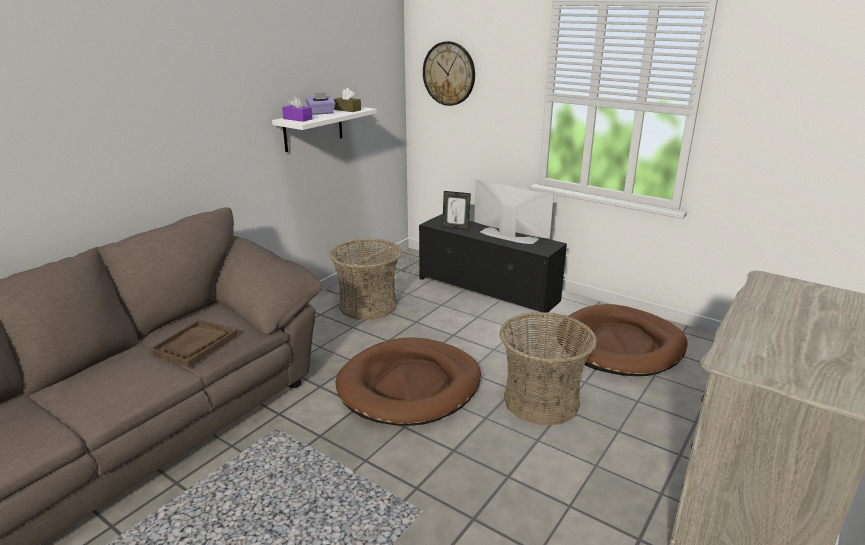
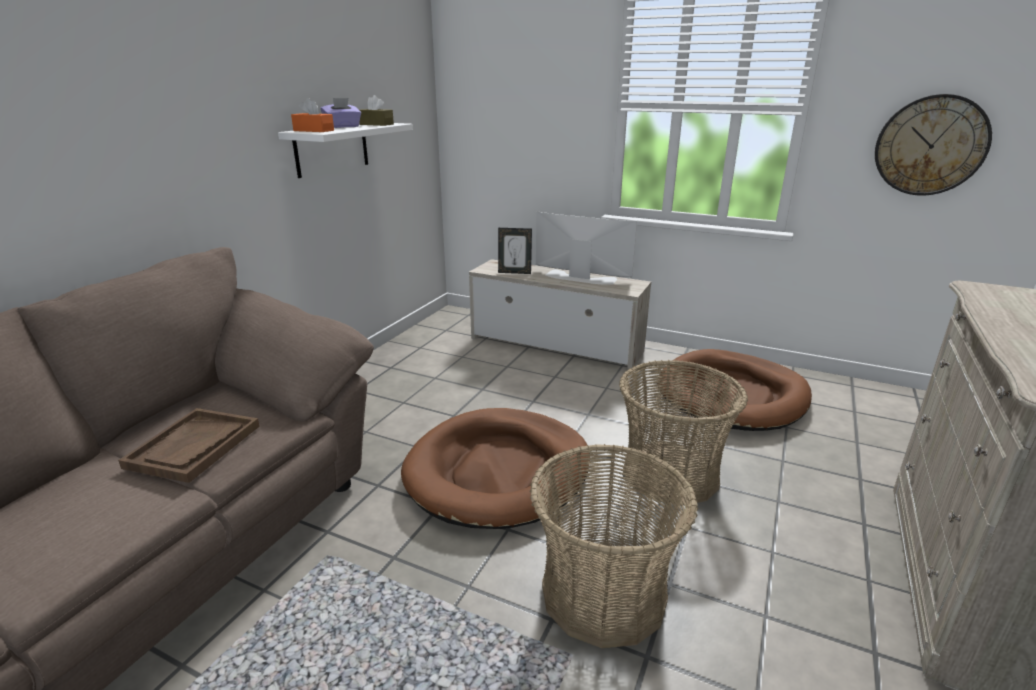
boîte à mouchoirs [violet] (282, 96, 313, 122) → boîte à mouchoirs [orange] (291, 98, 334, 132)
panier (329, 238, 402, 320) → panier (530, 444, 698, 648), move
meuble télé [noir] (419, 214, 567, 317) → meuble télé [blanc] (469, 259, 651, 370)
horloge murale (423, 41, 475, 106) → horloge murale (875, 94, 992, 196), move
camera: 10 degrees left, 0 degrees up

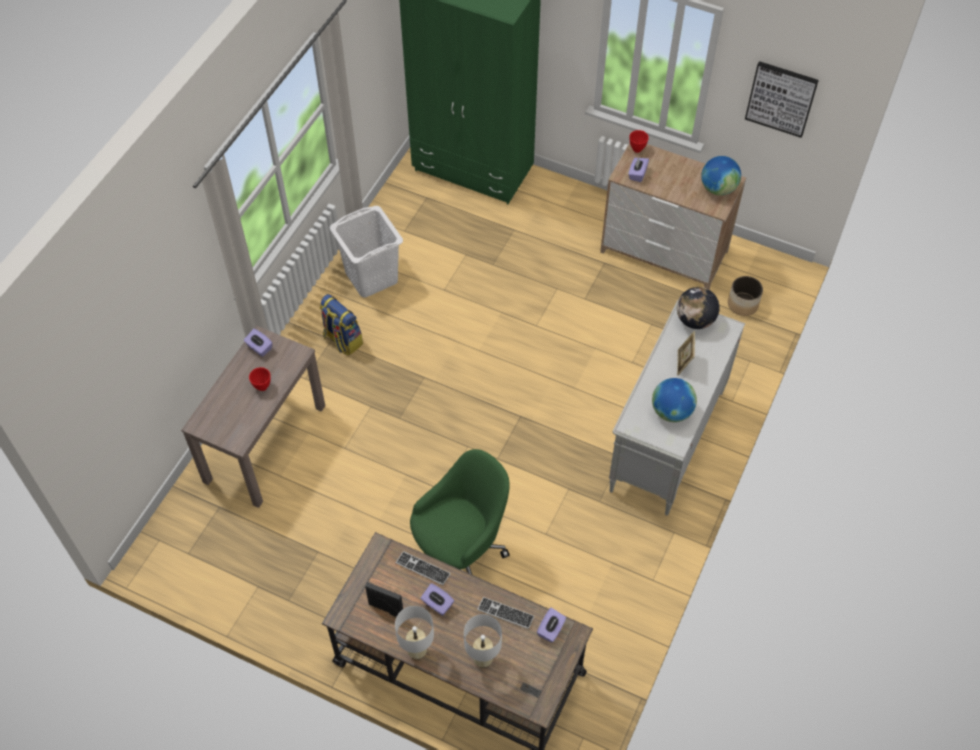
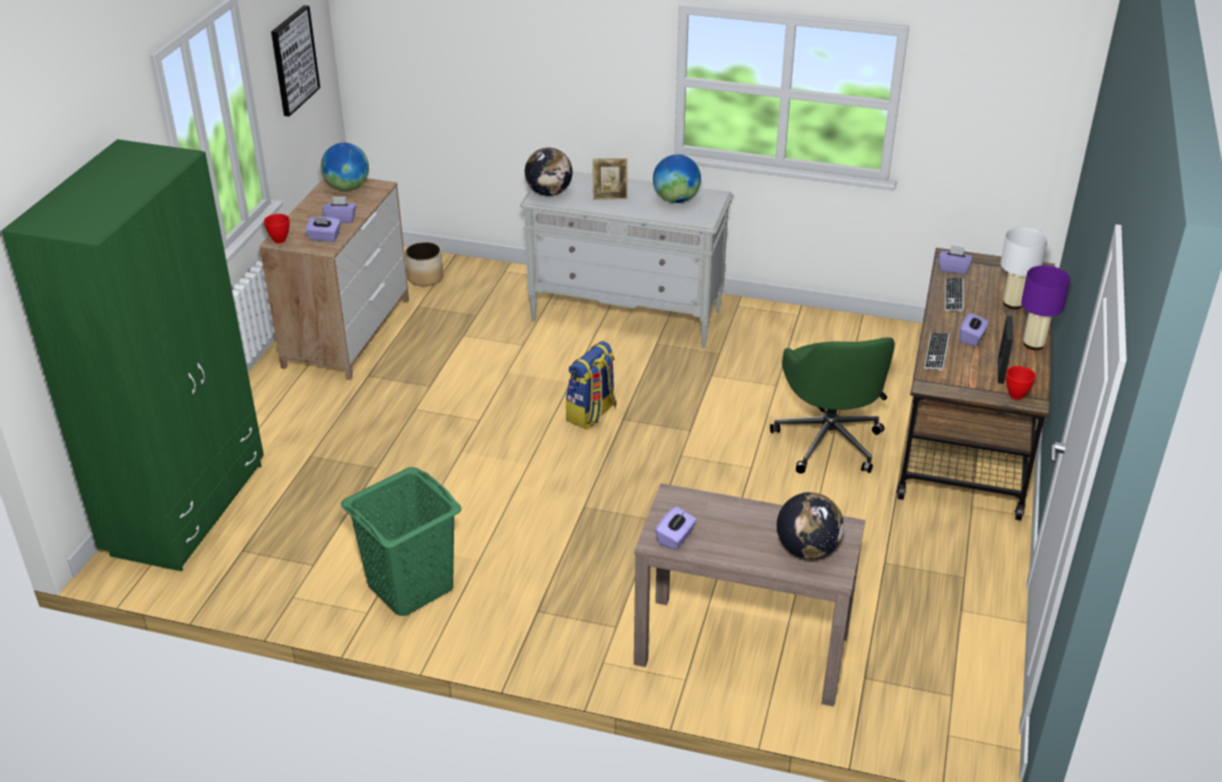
bol [rouge] (249, 367, 271, 391) → bol [rouge] (1006, 366, 1036, 400), move
sac à dos (320, 294, 363, 355) → sac à dos (566, 341, 617, 430), move
panier à linge [blanc] (330, 206, 403, 298) → panier à linge [vert] (341, 467, 462, 616)
lampe de table [blanc] (395, 606, 434, 660) → lampe de table [violet] (1021, 265, 1071, 350)
chaise de bureau [vert] (410, 449, 510, 575) → chaise de bureau [vert] (770, 337, 895, 474), 135 degrees counterclockwise
- → boîte à mouchoirs [violet] (322, 196, 357, 223)
- → globe (777, 492, 844, 559)
camera: 100 degrees left, 20 degrees down

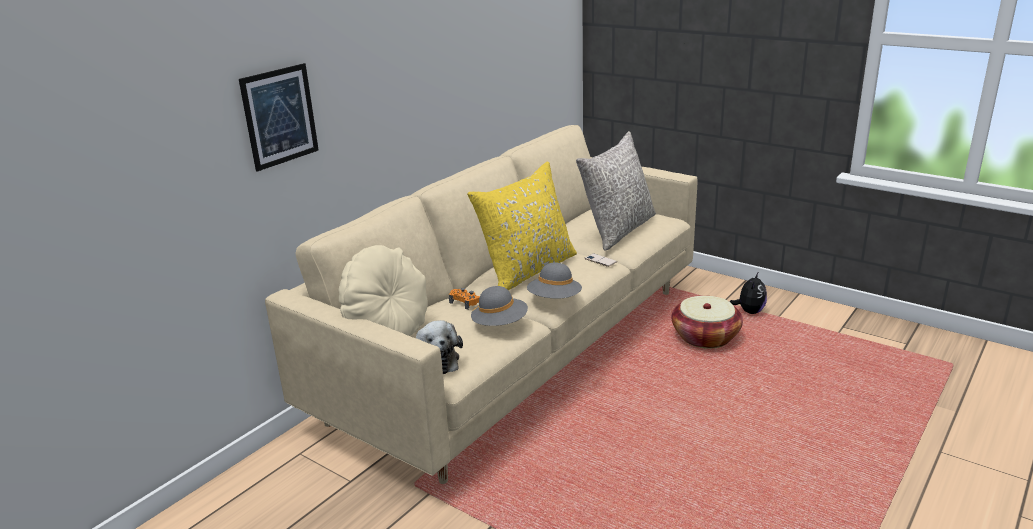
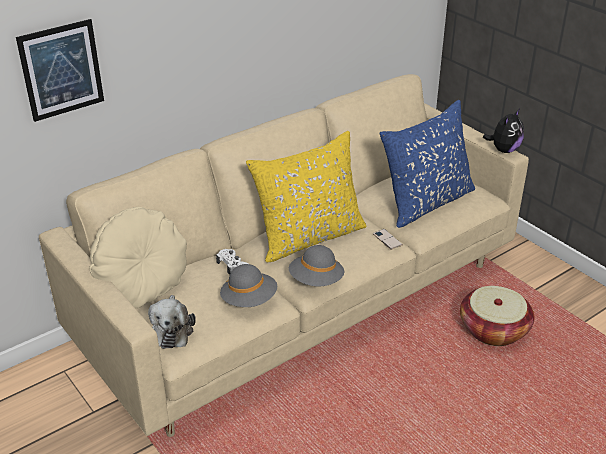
manette [orange] (449, 288, 480, 310) → manette [blanc] (216, 249, 248, 275)
coussin [gris] (576, 131, 656, 250) → coussin [bleu] (379, 100, 475, 228)
peluche (730, 273, 767, 314) → peluche (483, 108, 524, 153), move
camera: 15 degrees right, 10 degrees up

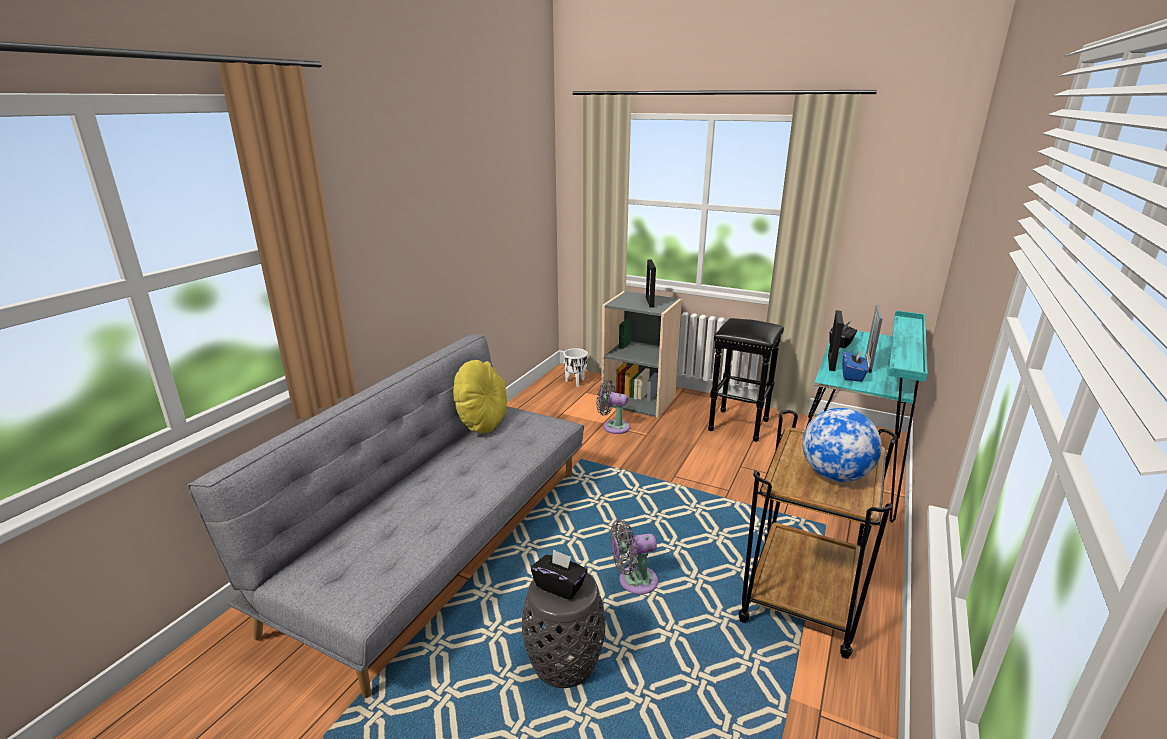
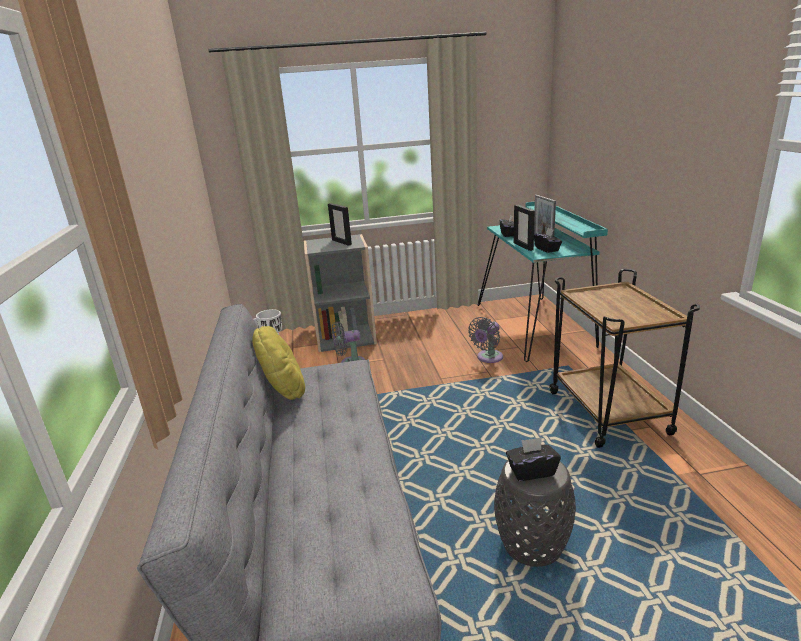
ventilateur [gris] (610, 519, 658, 594) → ventilateur [gris] (468, 317, 503, 363), move
tabouret [noir] (708, 318, 784, 442) → -
globe (802, 408, 882, 482) → -
boîte à mouchoirs [bleu] (842, 350, 868, 382) → boîte à mouchoirs [noir] (534, 228, 562, 253)
camera: 35 degrees left, 0 degrees up

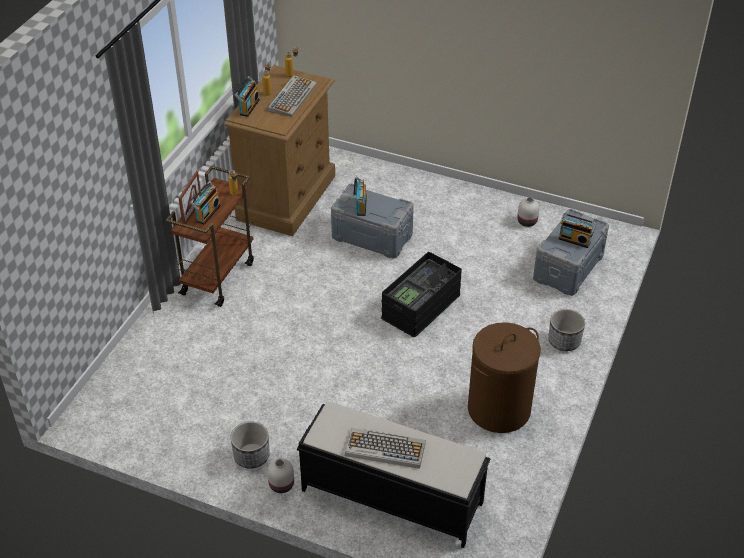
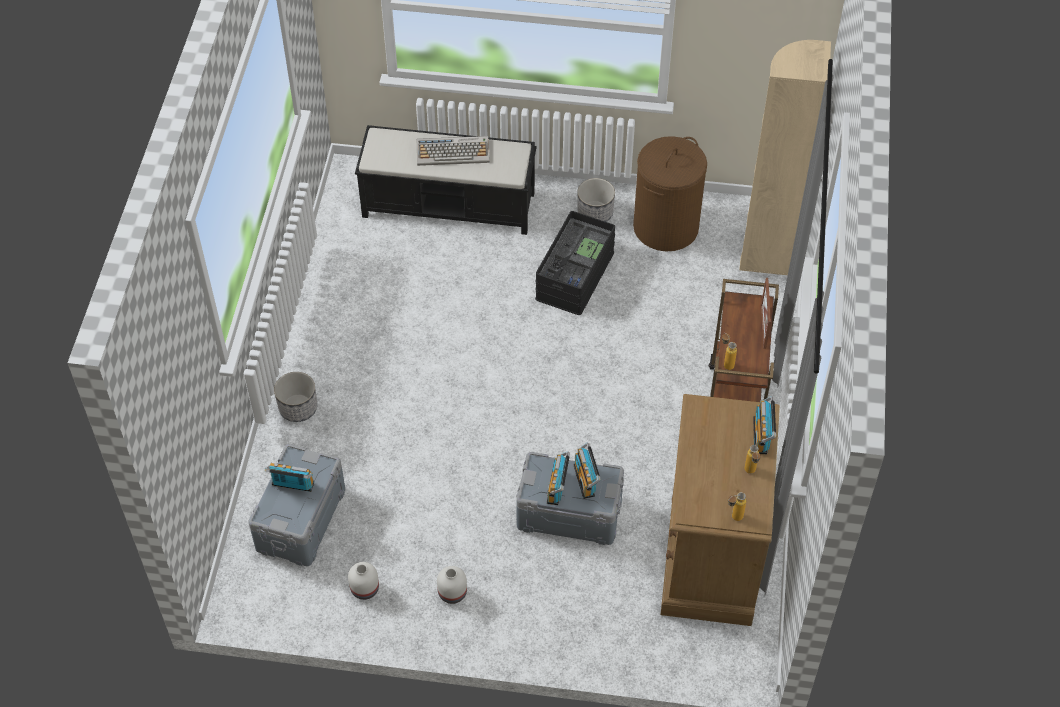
radio (190, 181, 221, 224) → radio (547, 451, 570, 505), move
clavier (267, 75, 317, 117) → -
vase [blanc] (267, 458, 294, 493) → vase [blanc] (437, 566, 467, 604), move
boîte de rangement [noir] (381, 252, 462, 337) → boîte de rangement [noir] (535, 211, 616, 315), move
panier à linge [marron] (468, 322, 541, 433) → panier à linge [marron] (633, 136, 707, 251), move
- → bibliothèque [beige] (739, 40, 831, 275)
camera: 165 degrees right, 10 degrees up

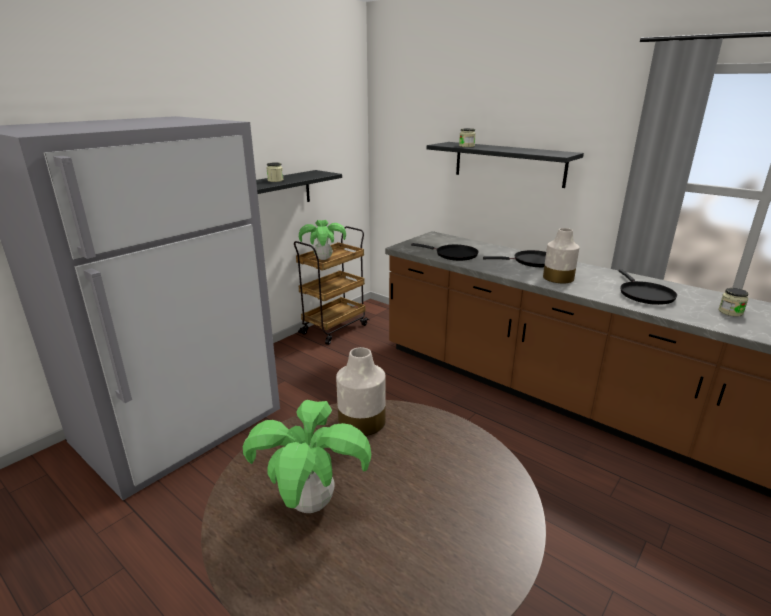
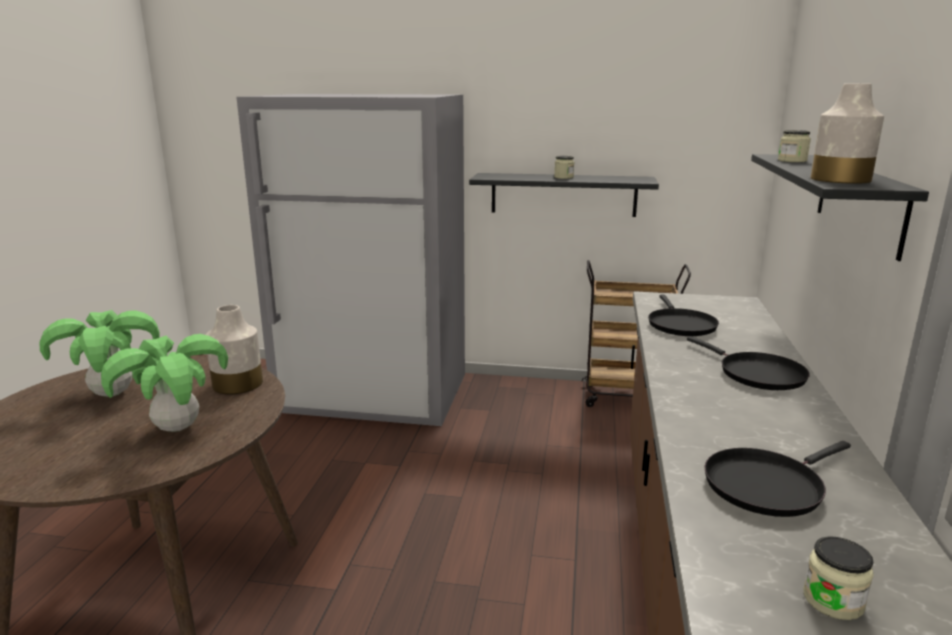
plante en pot (299, 220, 346, 260) → plante en pot (101, 334, 228, 432), move
vase [beige] (543, 228, 580, 283) → vase [beige] (810, 83, 884, 184), move
camera: 60 degrees right, 5 degrees down

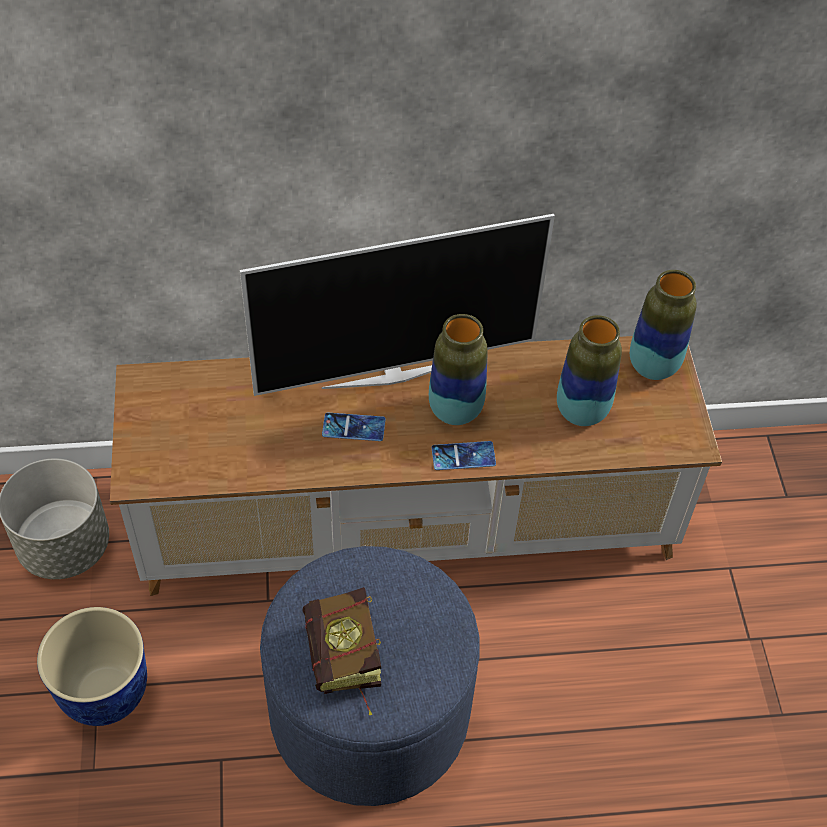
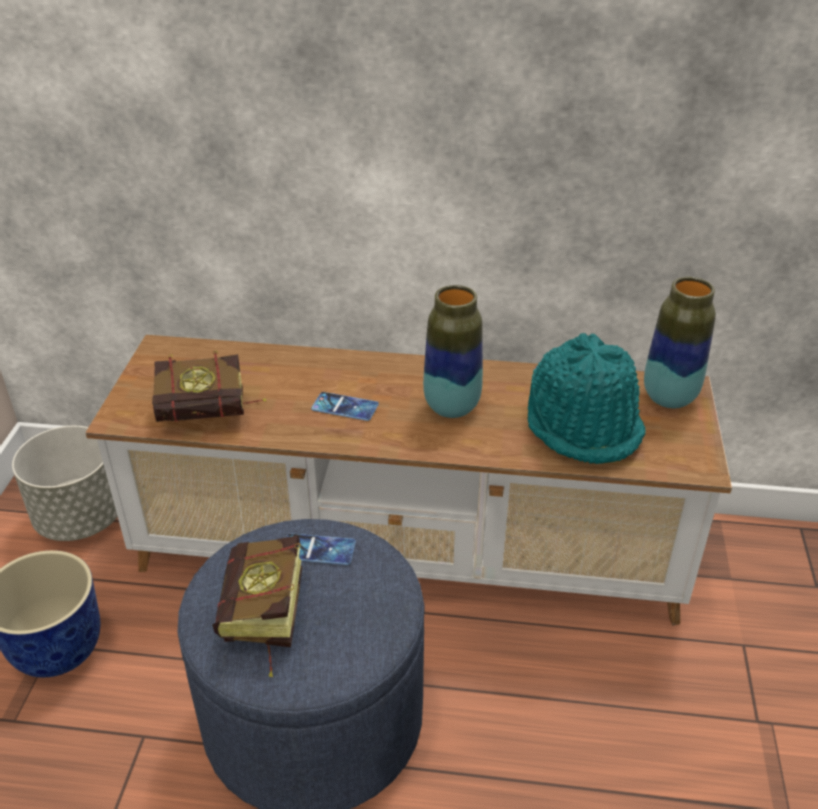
téléviseur (240, 214, 555, 396) → -
téléphone (432, 441, 496, 470) → téléphone (287, 534, 356, 565), move
vase (557, 315, 622, 426) → chapeau [turquoise] (528, 333, 646, 464)
- → livre (152, 350, 266, 422)
camera: 15 degrees right, 15 degrees down

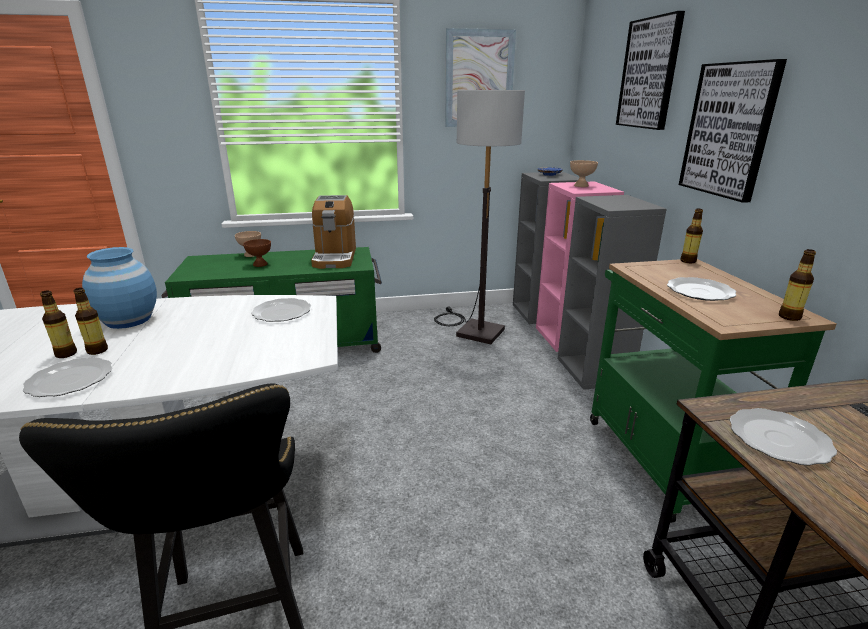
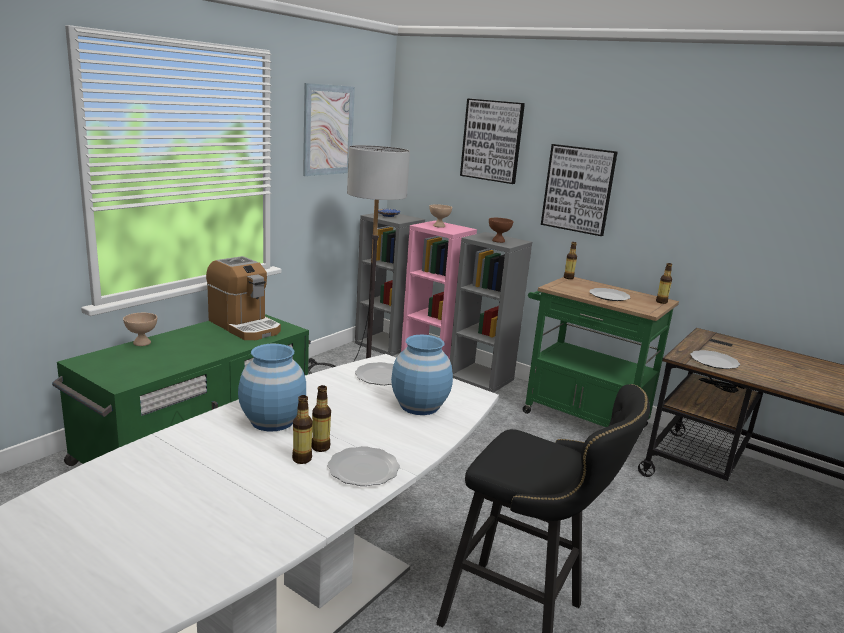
bol [marron] (243, 239, 271, 267) → bol [marron] (489, 218, 513, 243), move
- → vase [bleu] (391, 334, 453, 415)
camera: 45 degrees left, 5 degrees down

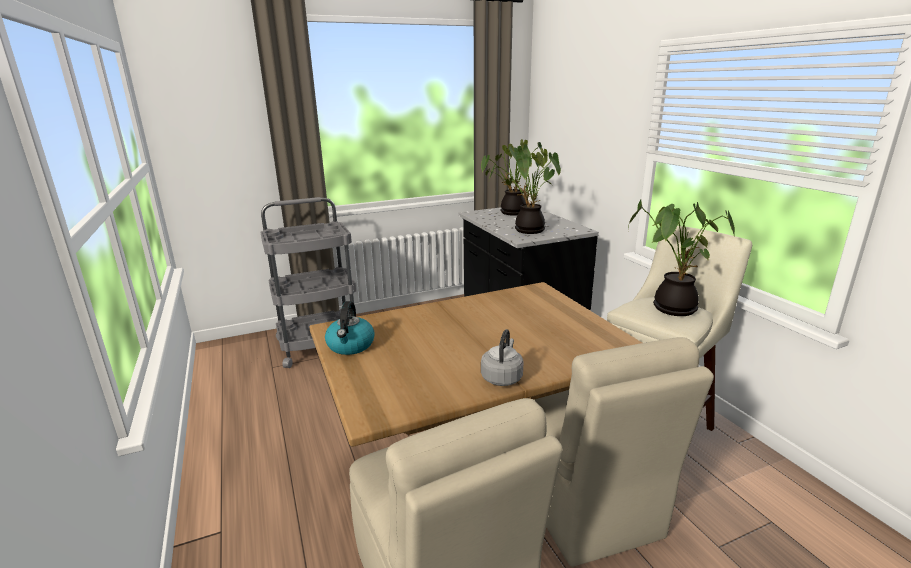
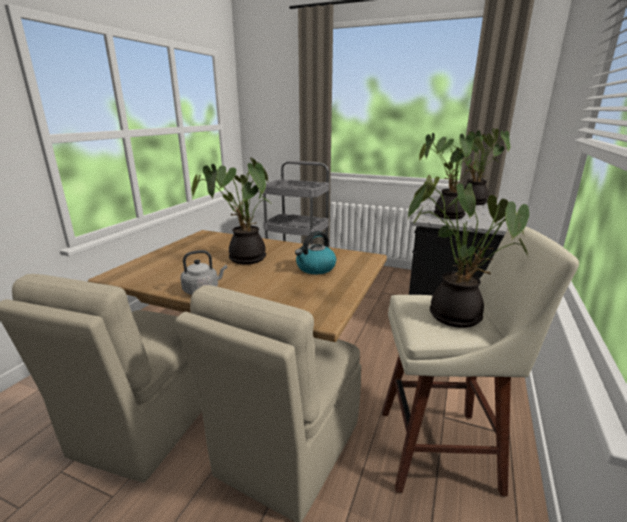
bouilloire (325, 301, 375, 355) → bouilloire (295, 231, 336, 274), move
- → plante en pot (192, 157, 270, 265)
camera: 45 degrees right, 0 degrees up

